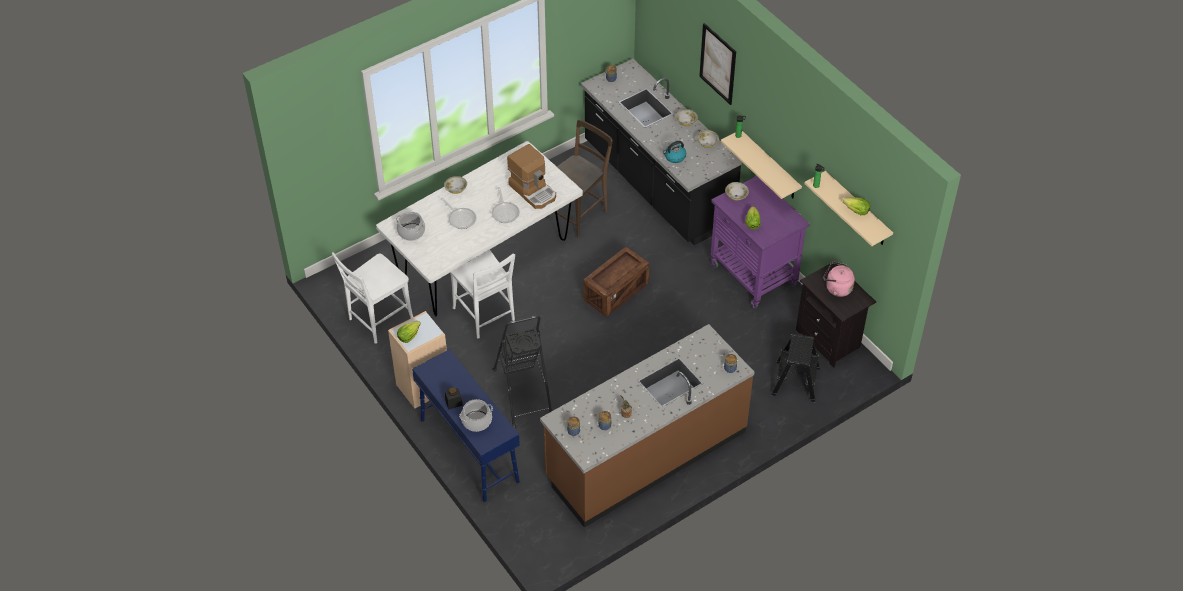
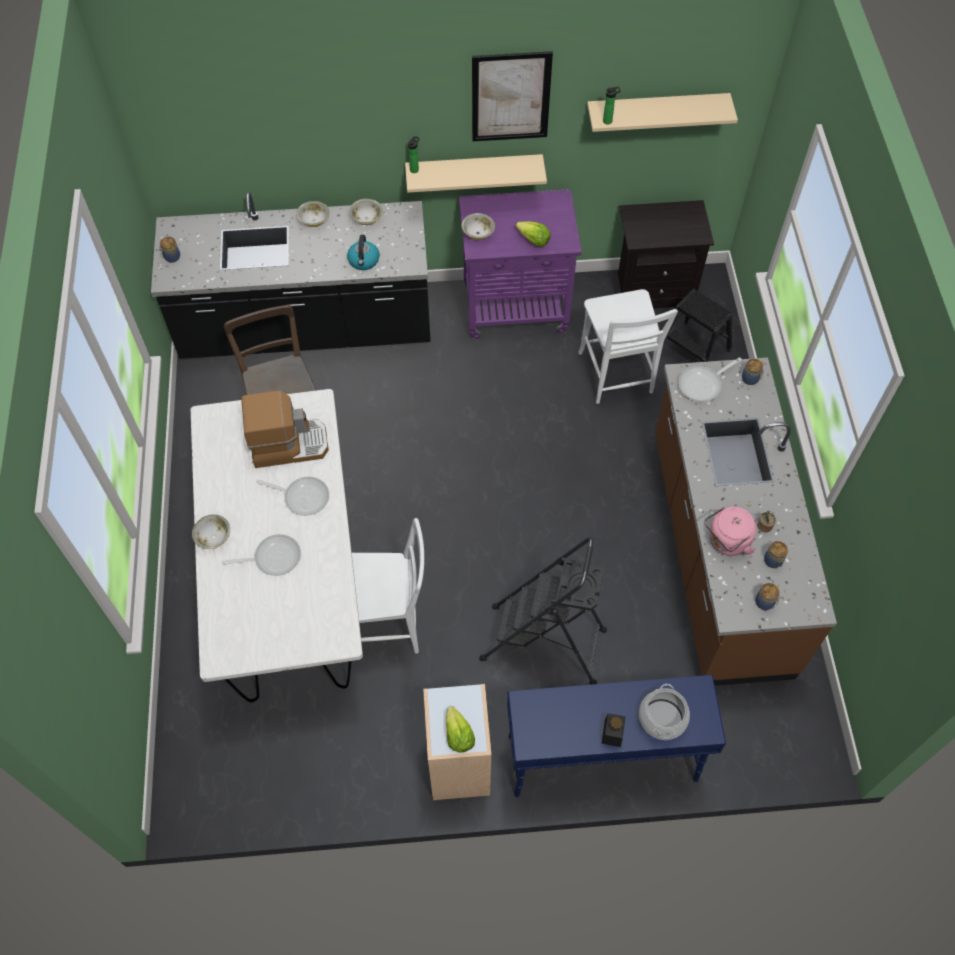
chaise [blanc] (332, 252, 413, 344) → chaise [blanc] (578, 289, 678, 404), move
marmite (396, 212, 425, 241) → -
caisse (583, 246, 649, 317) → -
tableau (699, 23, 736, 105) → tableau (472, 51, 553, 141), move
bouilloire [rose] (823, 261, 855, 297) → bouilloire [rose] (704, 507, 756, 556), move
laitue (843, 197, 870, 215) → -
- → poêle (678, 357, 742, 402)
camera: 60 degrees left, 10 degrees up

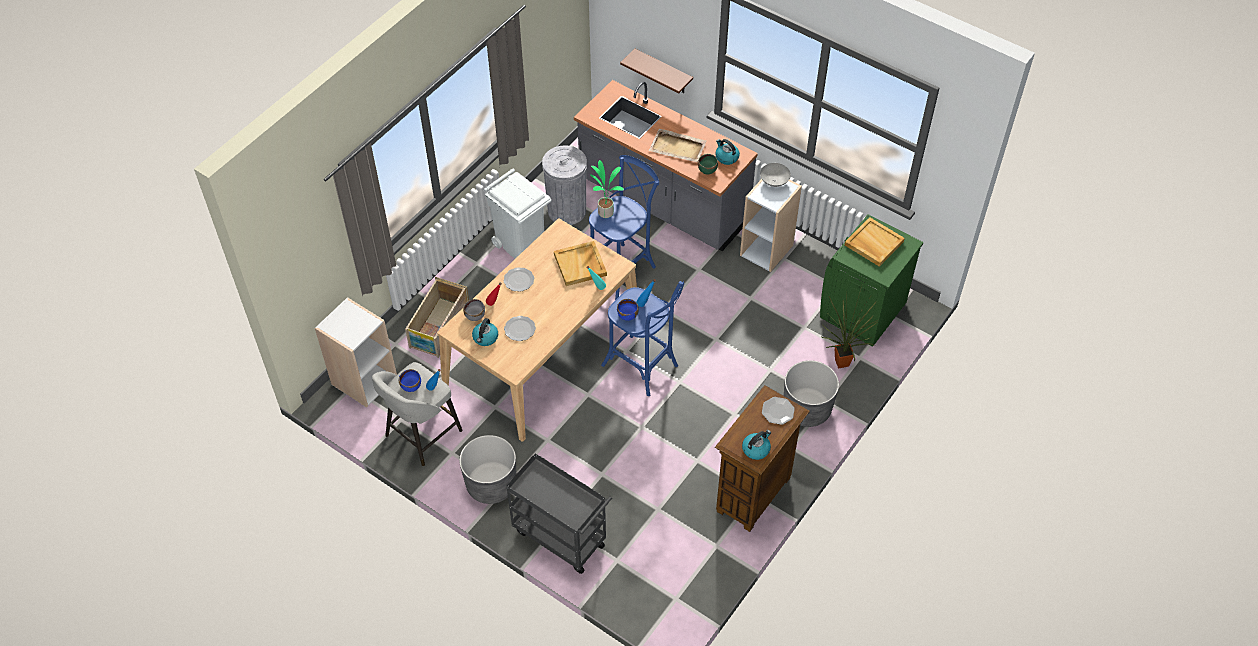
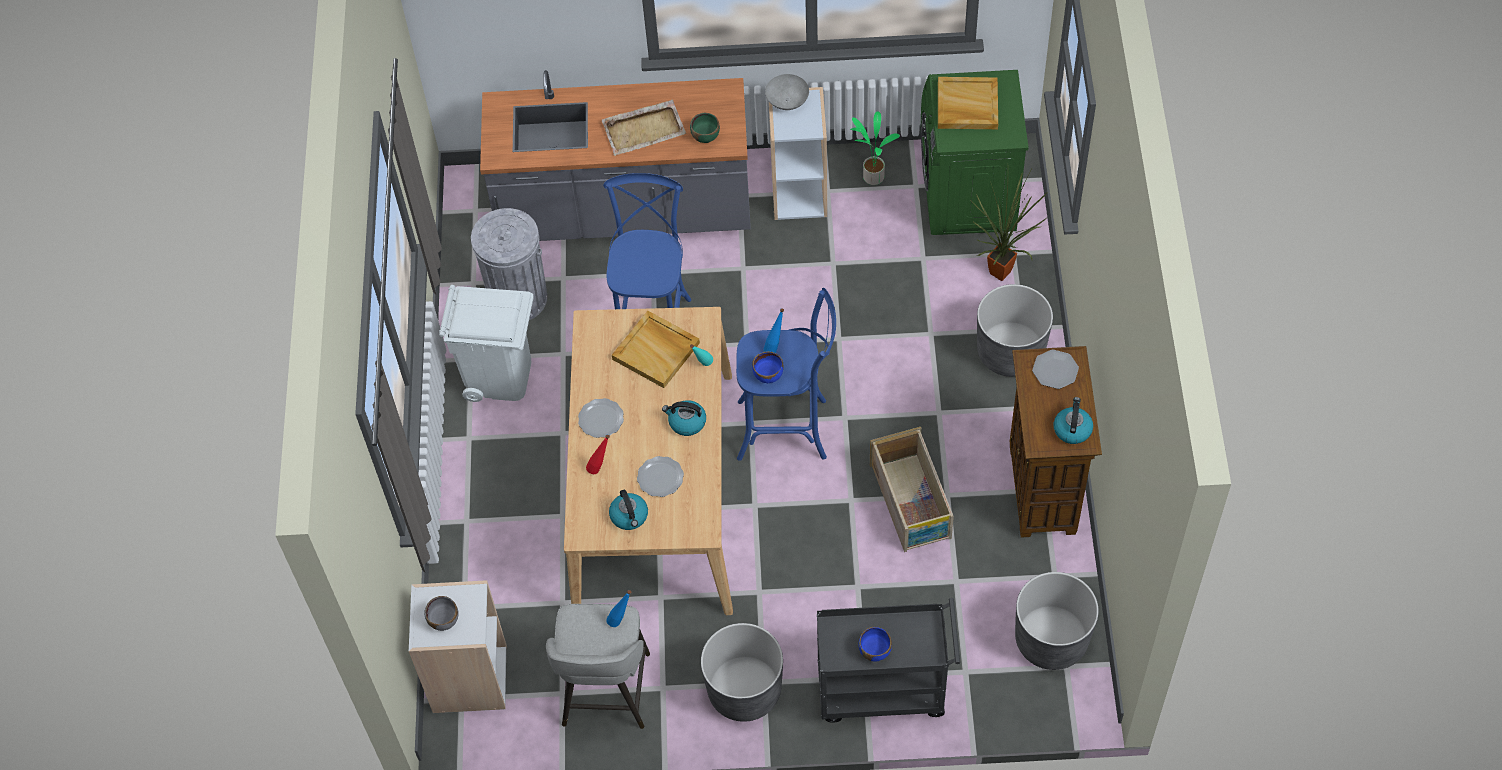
bol [bleu] (399, 369, 421, 392) → bol [bleu] (858, 627, 892, 662), move
caisse (405, 277, 469, 358) → caisse (870, 427, 954, 552), move
bol [gris] (463, 299, 485, 321) → bol [gris] (425, 596, 459, 631), move
plante en pot (590, 160, 624, 218) → plante en pot (850, 111, 900, 185), move
étagère [marron] (620, 49, 693, 93) → -
bouilloire (715, 139, 740, 165) → bouilloire (662, 400, 706, 436), move
- → cache-pot [gris] (1015, 572, 1099, 670)
camera: 35 degrees left, 5 degrees up

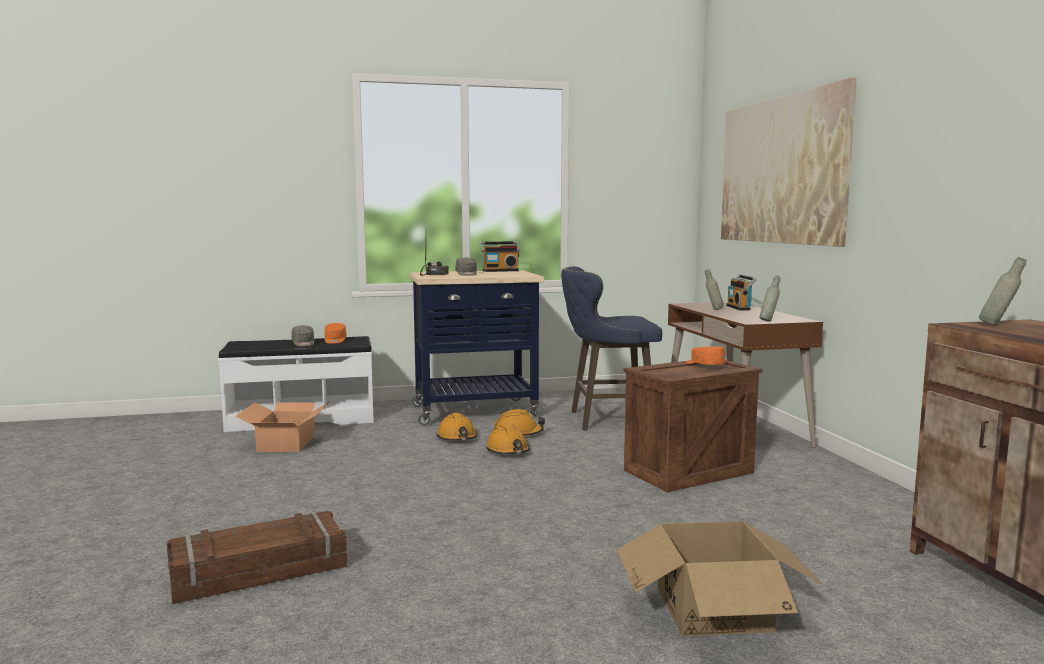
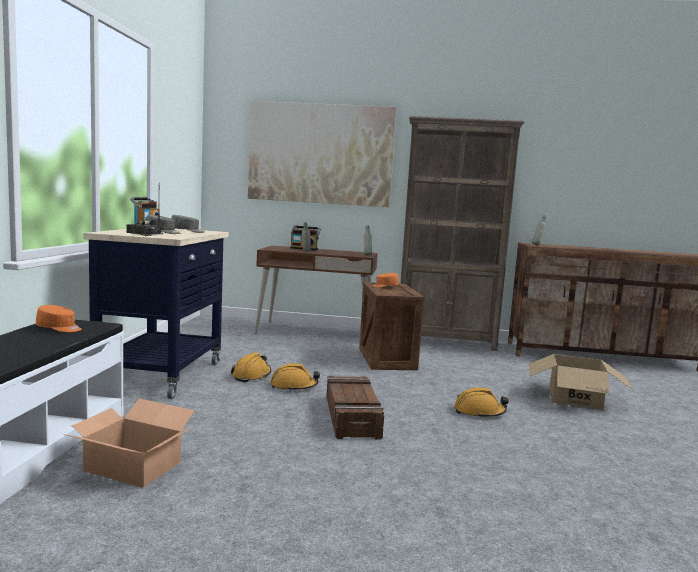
caisse (167, 511, 347, 604) → caisse (326, 376, 384, 439), move
casquette [gris] (291, 325, 314, 347) → casquette [gris] (171, 215, 204, 233), move
casque de chantier [orange] (436, 413, 477, 441) → casque de chantier [orange] (454, 387, 509, 418), move
tabouret [bleu] (561, 266, 662, 431) → -
- → bibliothèque [marron] (400, 116, 525, 351)
camera: 70 degrees left, 0 degrees up

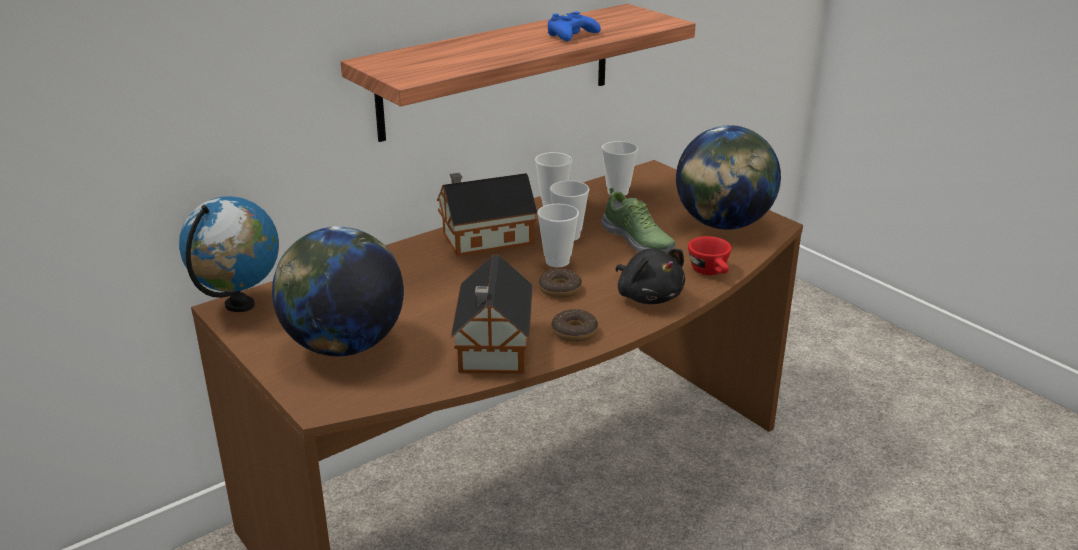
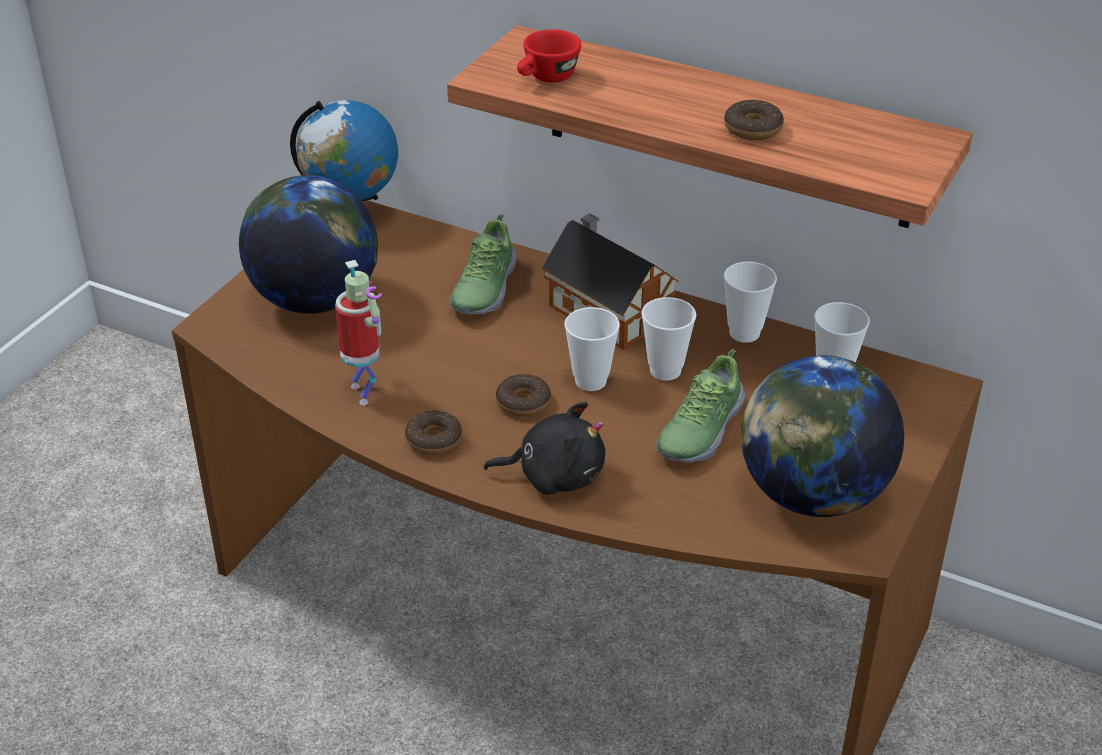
maison miniature (451, 255, 533, 374) → robot jouet (335, 260, 382, 405)
manette [bleu] (548, 12, 601, 41) → beignet (724, 100, 784, 140)
peluche [noir] (616, 248, 685, 304) → peluche [noir] (484, 401, 605, 495), 120 degrees counterclockwise
tasse [rouge] (688, 236, 732, 275) → tasse [rouge] (517, 29, 581, 83), move
- → chaussure (450, 214, 517, 315)
camera: 65 degrees right, 10 degrees up

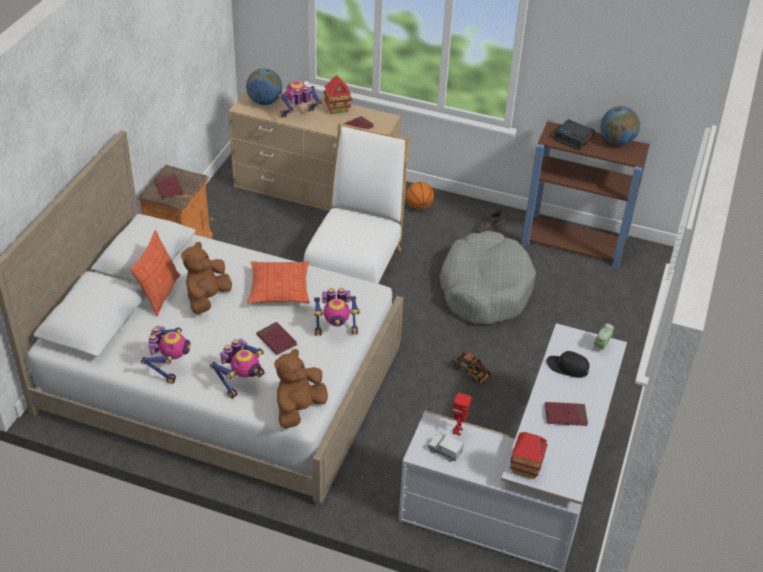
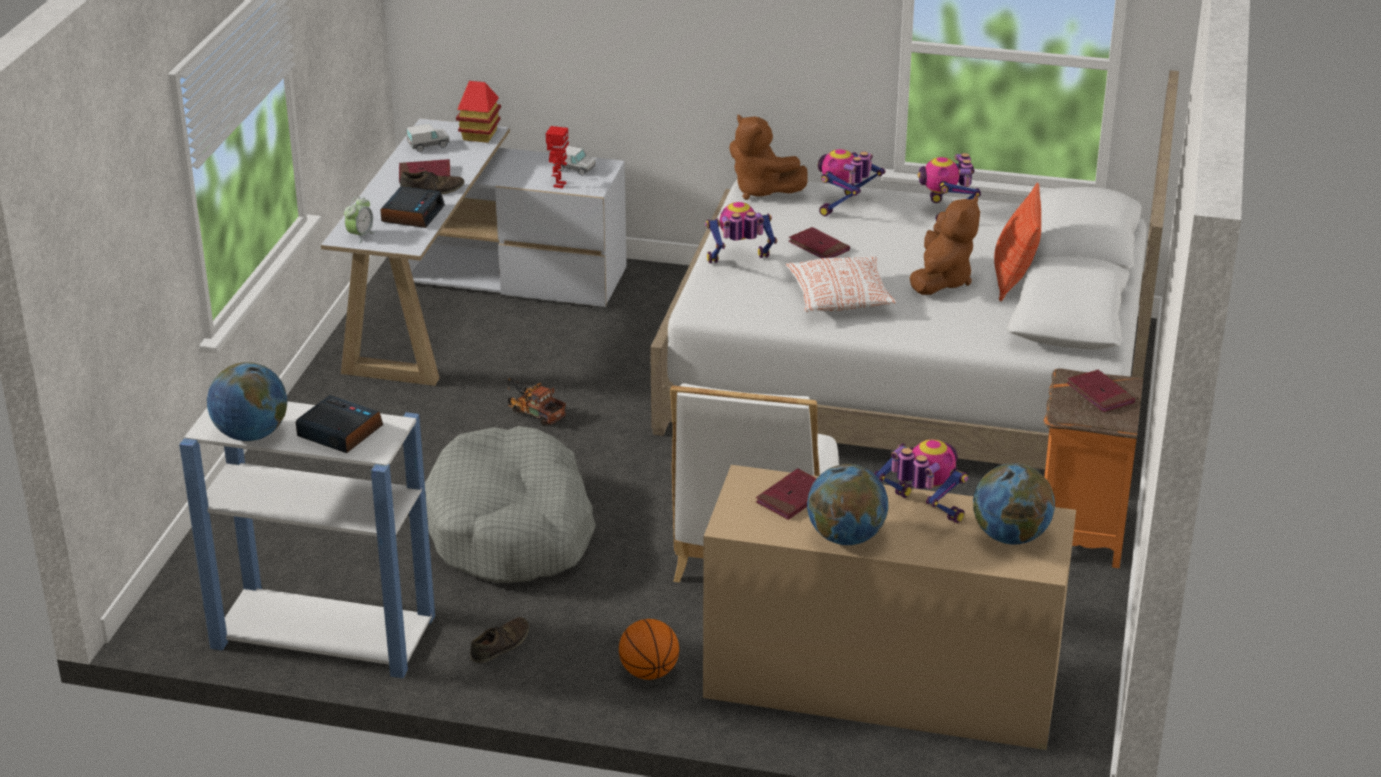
coussin [orange] (247, 261, 310, 304) → coussin [blanc] (786, 256, 896, 312)
peluche [marron] (274, 349, 328, 428) → peluche [marron] (729, 114, 808, 200), 105 degrees clockwise
robot jouet (278, 81, 322, 118) → robot jouet (874, 439, 968, 523), 105 degrees counterclockwise
maison miniature (323, 75, 352, 114) → globe (807, 464, 888, 545)
bibliothèque [marron] (521, 119, 650, 269) → bibliothèque [blanc] (179, 401, 435, 678)
casquette [noir] (547, 351, 589, 378) → réveil (380, 186, 445, 228)
- → chaussure [marron] (400, 171, 464, 194)
- → camion jouet (406, 124, 449, 152)
camera: 175 degrees right, 10 degrees down

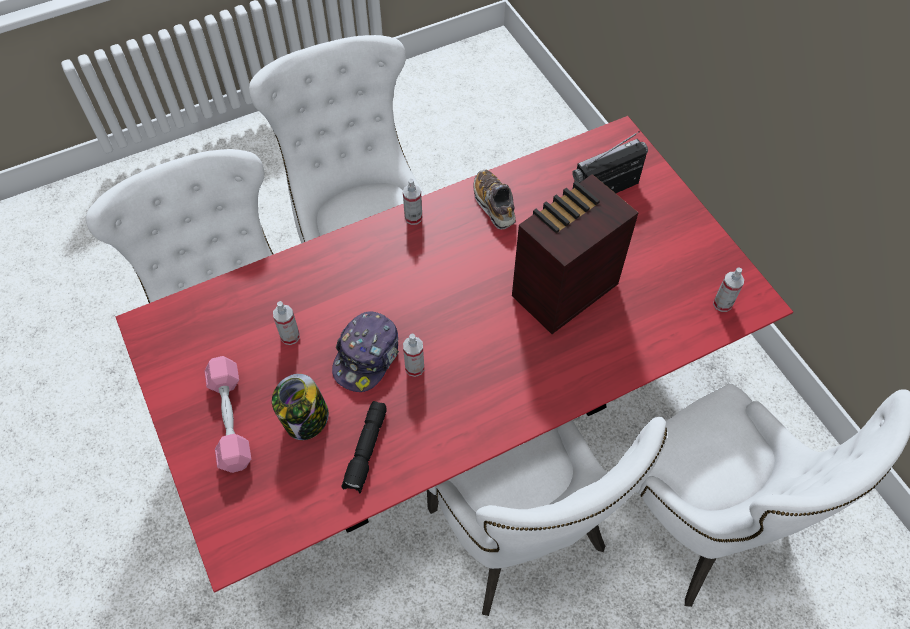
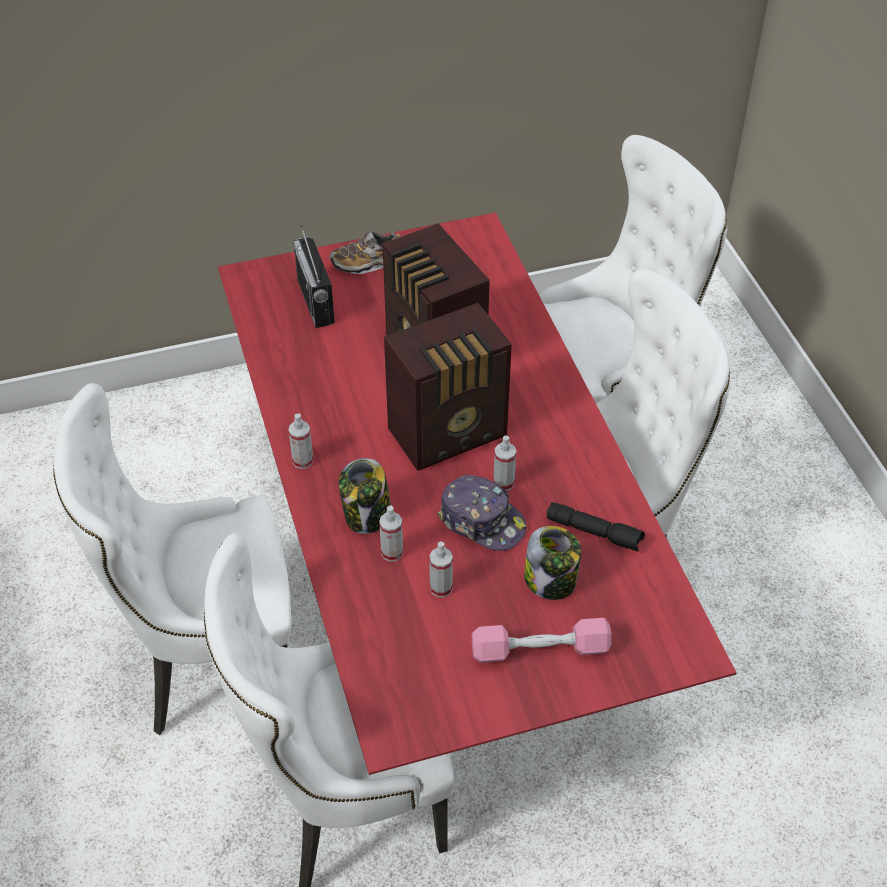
chaussure (474, 170, 516, 230) → chaussure (329, 230, 401, 274), move
vaporisateur (713, 267, 744, 312) → vaporisateur (379, 506, 403, 562), move
- → bocal (339, 458, 391, 534)
- → radio (384, 303, 512, 471)
camera: 80 degrees left, 10 degrees down

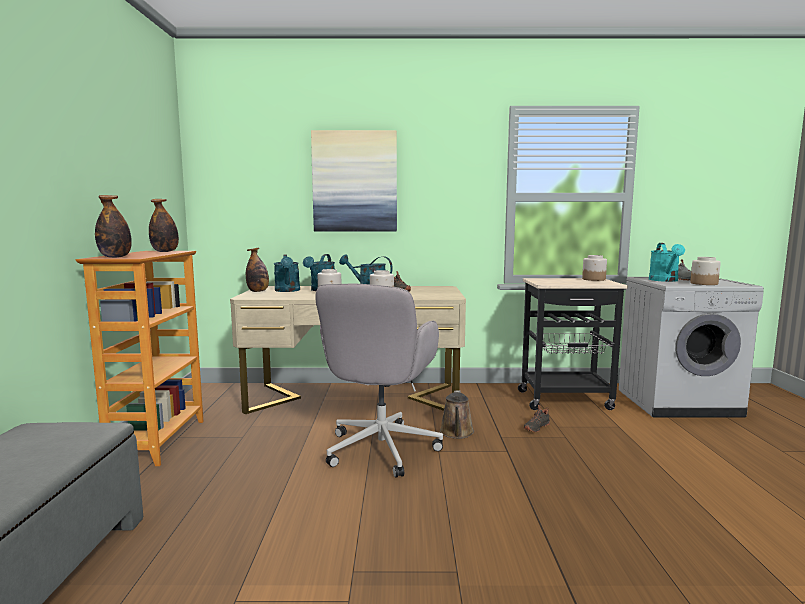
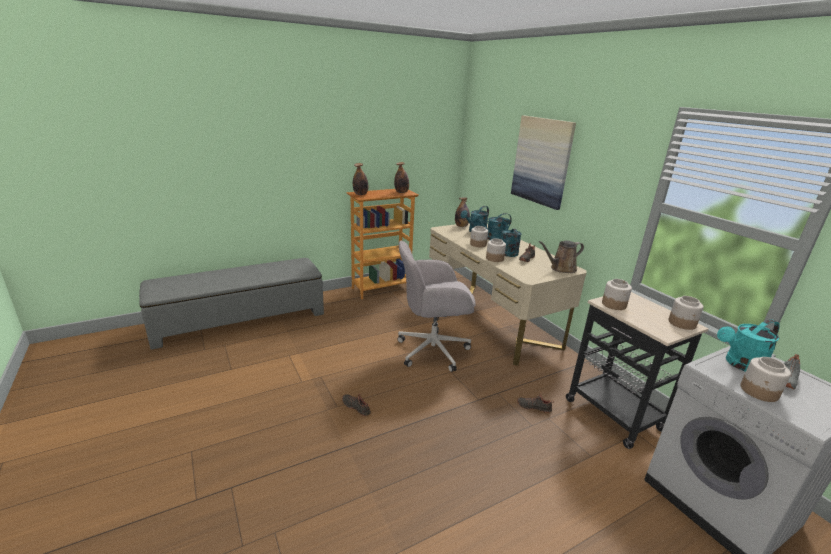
arrosoir [marron] (440, 390, 474, 439) → arrosoir [marron] (539, 241, 584, 273), move
- → chaussure [noir] (342, 393, 371, 416)
- → bocal (602, 279, 632, 310)
camera: 60 degrees right, 15 degrees up

